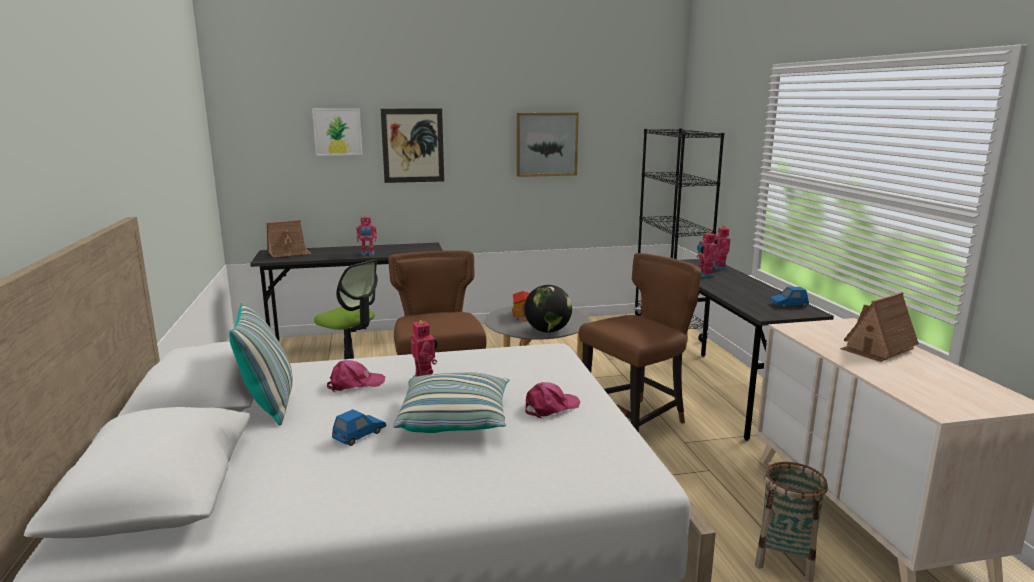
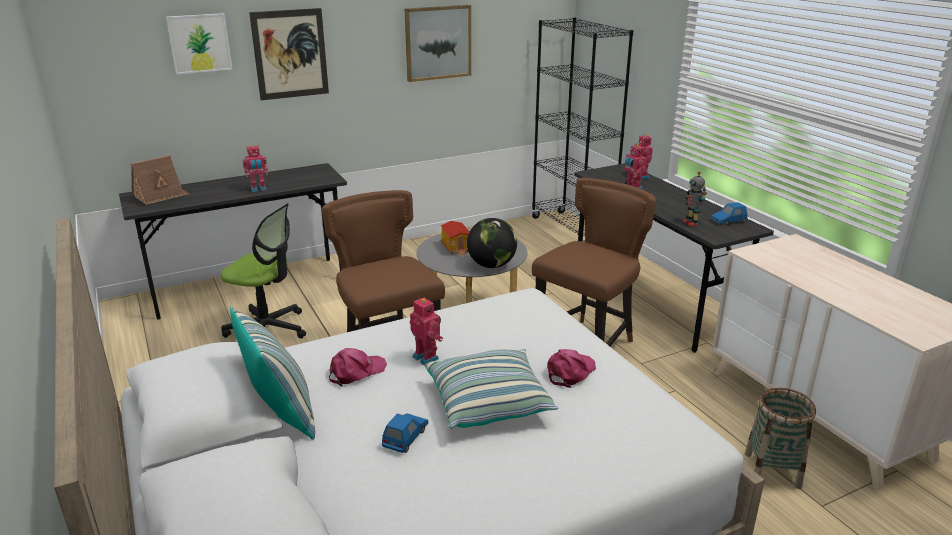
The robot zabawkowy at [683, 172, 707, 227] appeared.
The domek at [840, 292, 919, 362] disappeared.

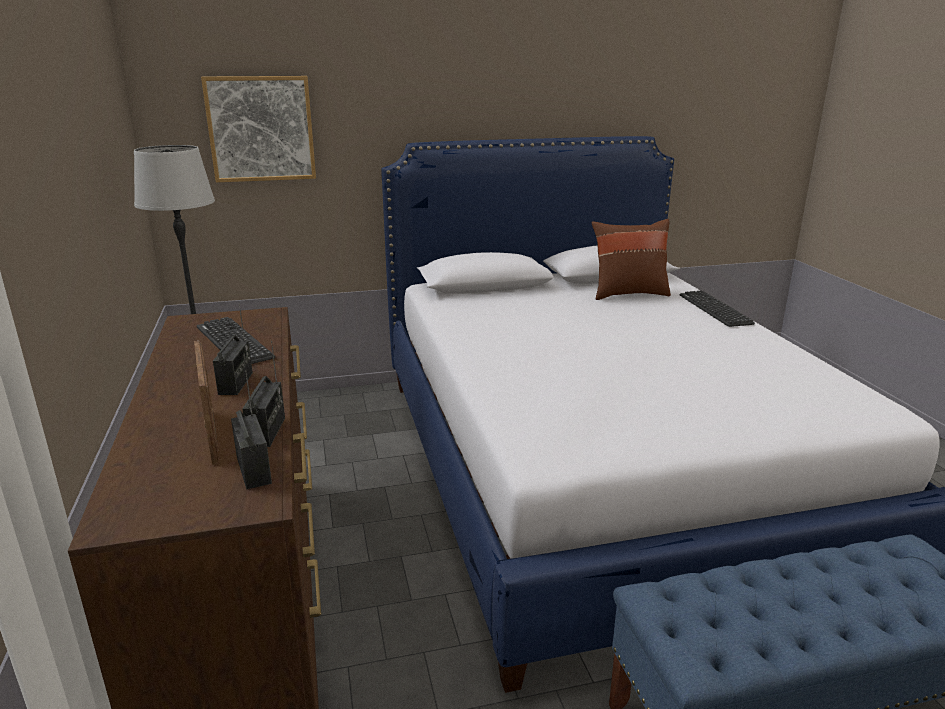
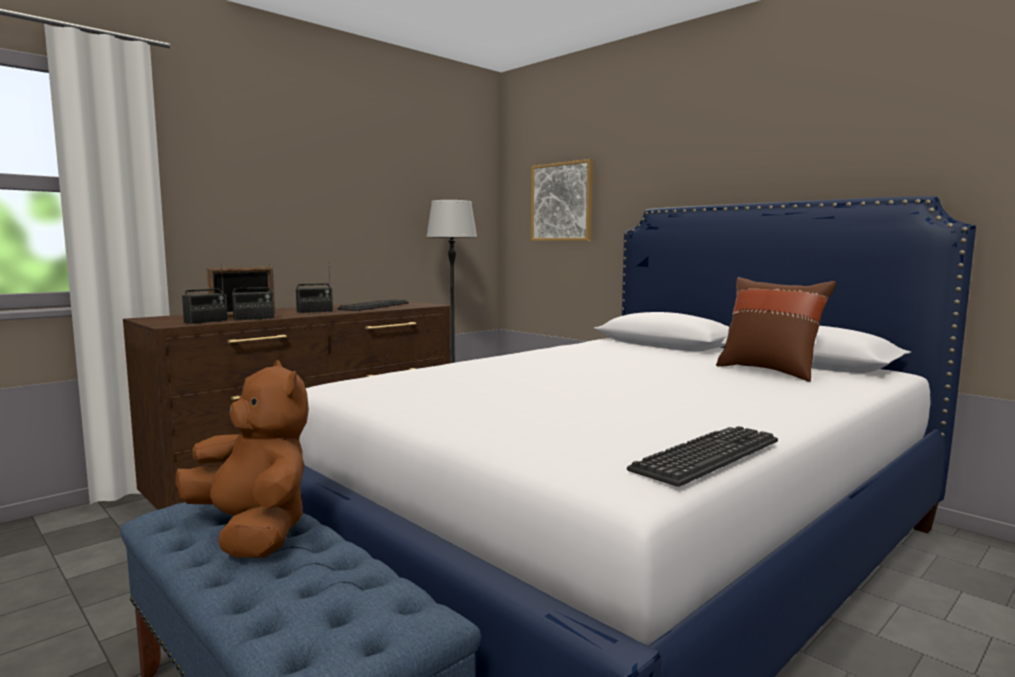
The pluszak (brązowy) at [176, 360, 309, 558] appeared.
The klawiatura moved from [679, 291, 755, 327] to [627, 426, 778, 487].

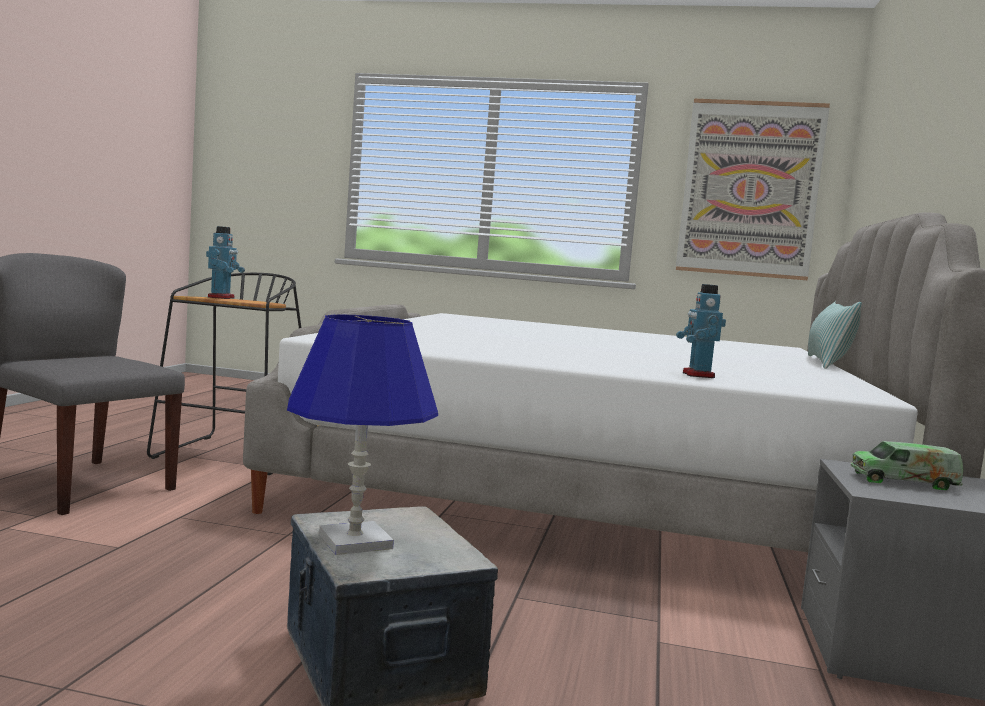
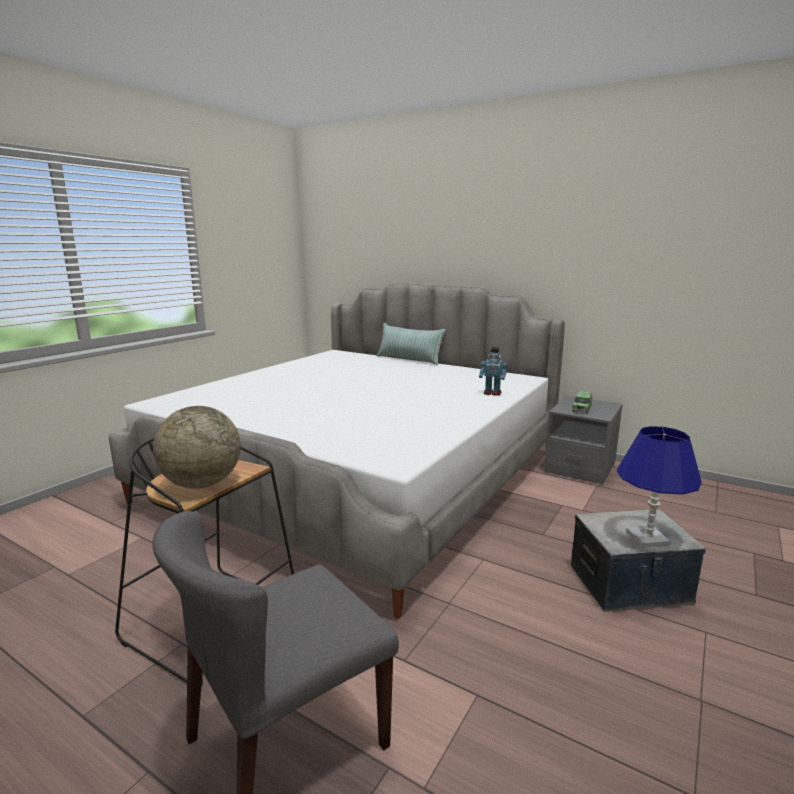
The robot zabawkowy at [206, 226, 245, 299] was replaced by the globus at [153, 406, 241, 489].
The obraz at [676, 99, 830, 280] disappeared.

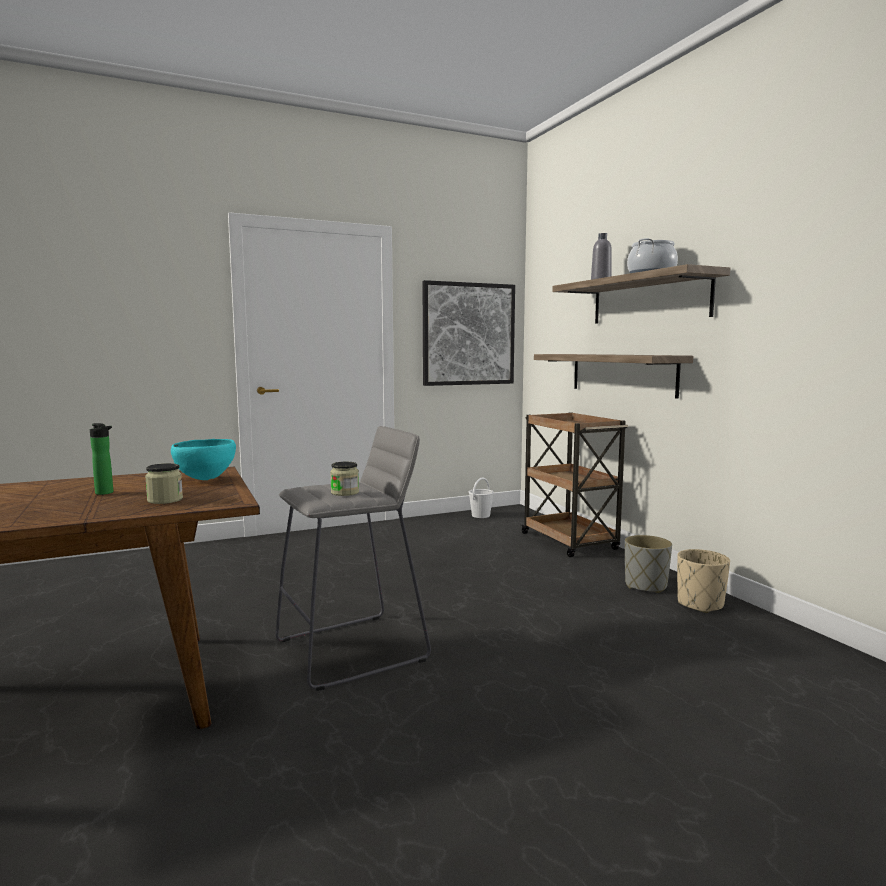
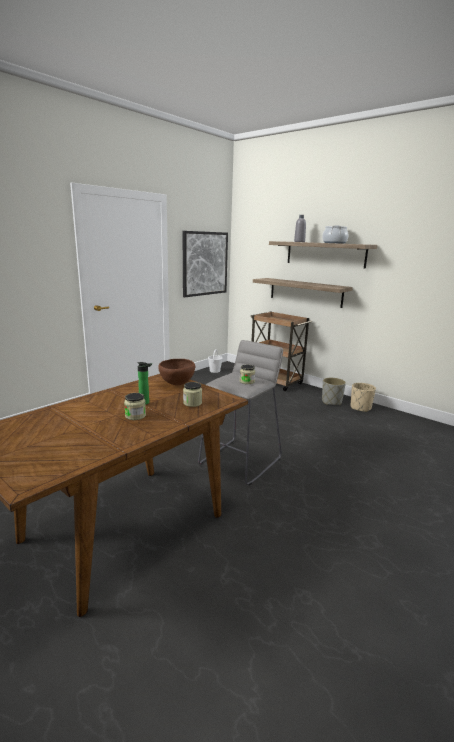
The słoik at [124, 393, 146, 420] appeared.
The miska (turkusowy) at [171, 439, 236, 480] became the miska (brązowy) at [158, 359, 195, 385].

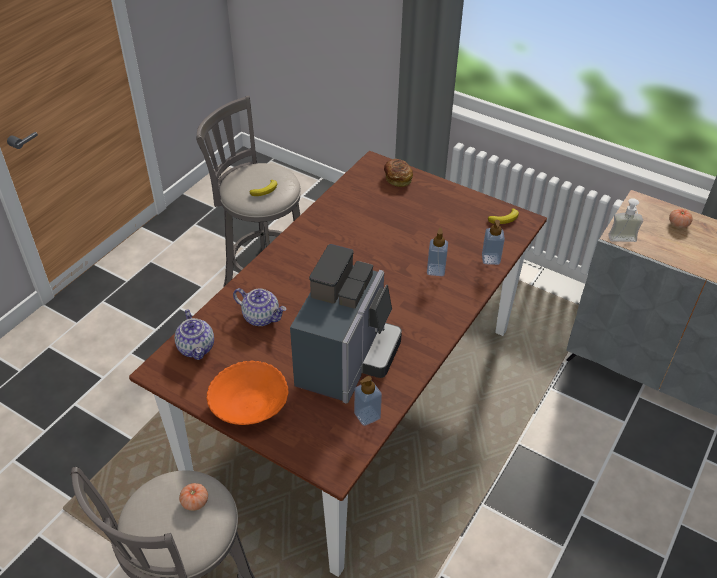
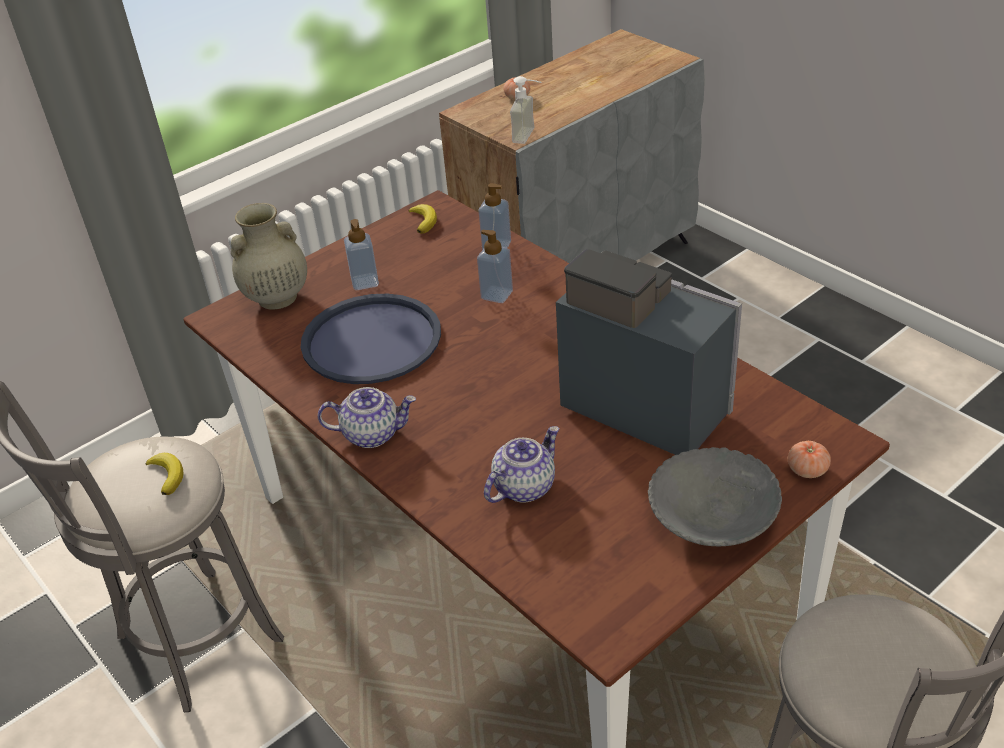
The chleb at [384, 159, 413, 187] was replaced by the wazon (beżowy) at [231, 203, 307, 310].
The taca (niebieski) at [301, 294, 441, 384] appeared.
The imbryk moved from [175, 309, 214, 360] to [318, 387, 416, 448].
The dozownik mydła moved from [354, 376, 382, 426] to [344, 219, 379, 290].
The miska (pomarańczowy) at [206, 360, 289, 425] became the miska (szary) at [648, 447, 782, 546].
The pomidor moved from [179, 483, 208, 511] to [788, 441, 831, 478].

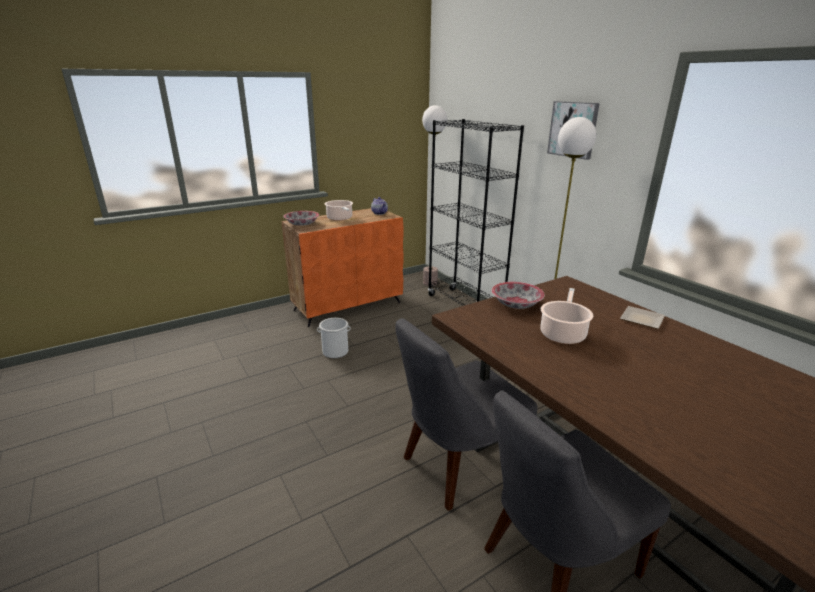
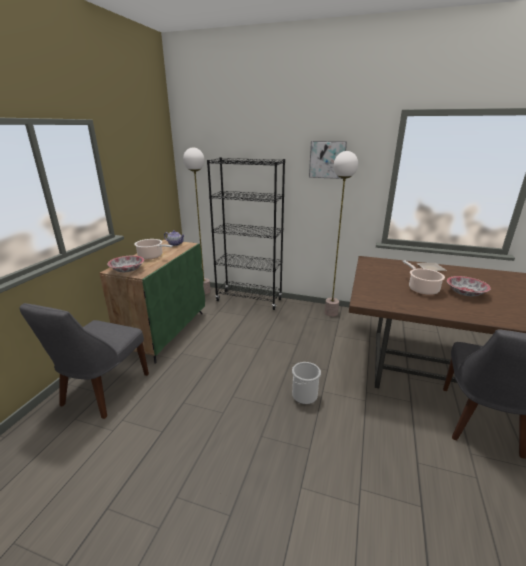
The krzesło (szary) moved from [395, 318, 538, 511] to [20, 303, 149, 419].
The szafka (pomarańczowy) at [282, 208, 403, 327] became the szafka (zielony) at [100, 240, 205, 364].
The wiadro moved from [317, 318, 351, 358] to [292, 362, 321, 404].
The miska moved from [491, 282, 545, 309] to [447, 276, 491, 296].

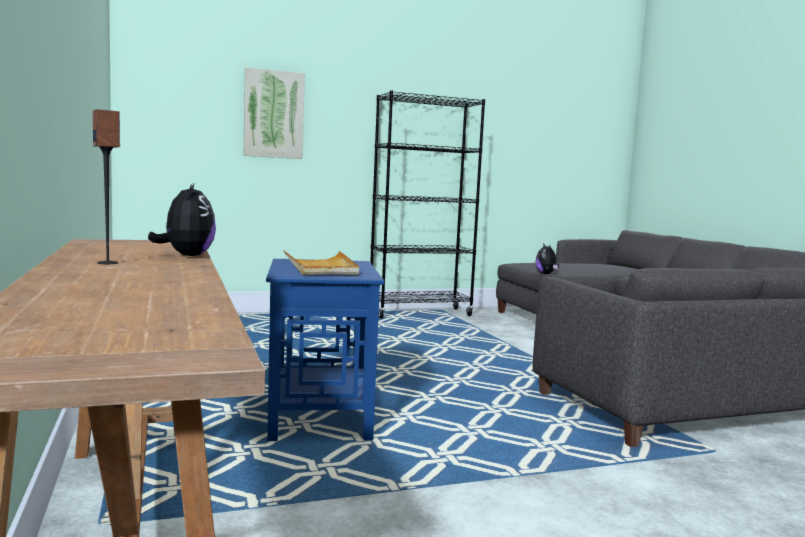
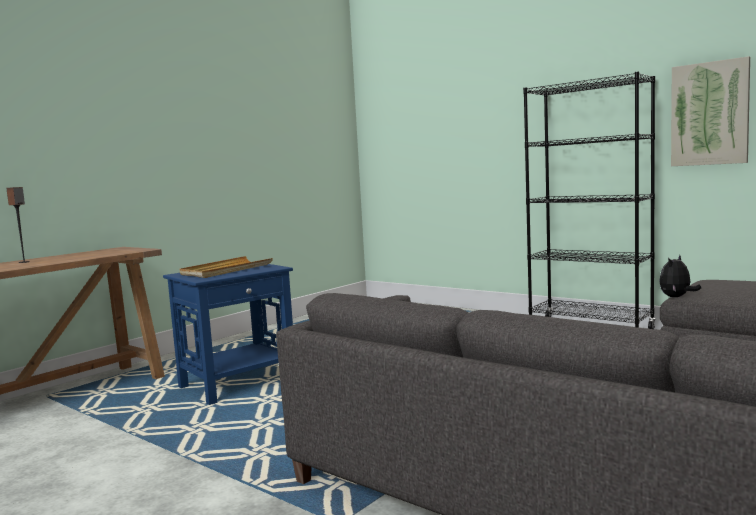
The obraz moved from [244, 67, 305, 159] to [671, 56, 750, 166].
The pluszak at [148, 184, 216, 256] disappeared.

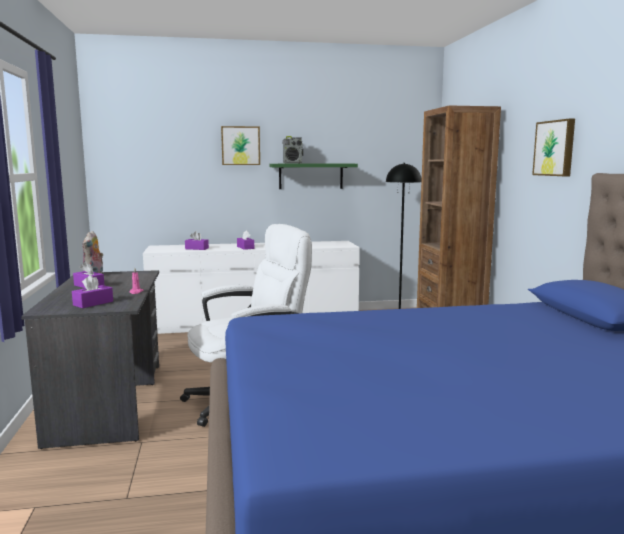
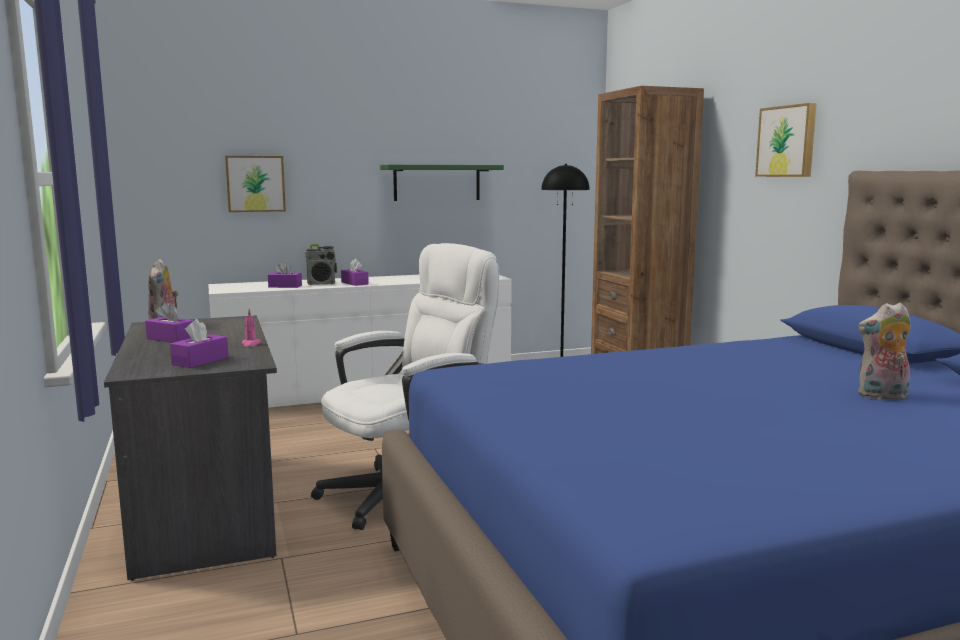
The obraz moved from [221, 126, 260, 165] to [225, 156, 286, 212].
The radio moved from [283, 136, 303, 163] to [305, 244, 337, 285].
The pluszak at [858, 303, 912, 401] appeared.

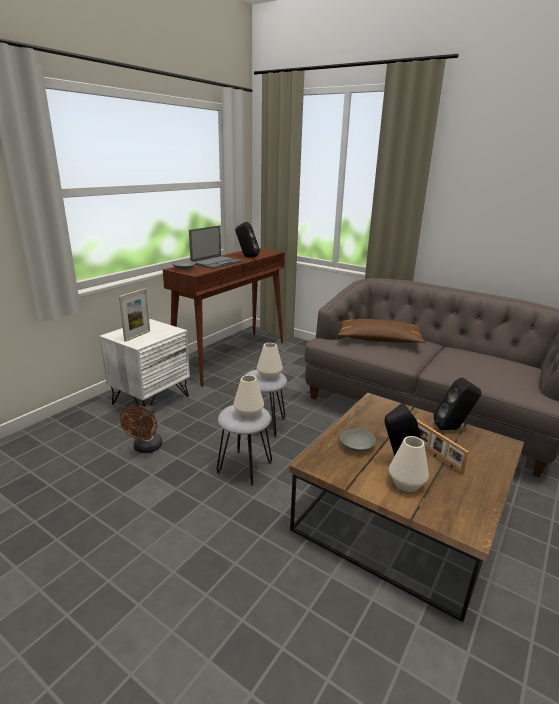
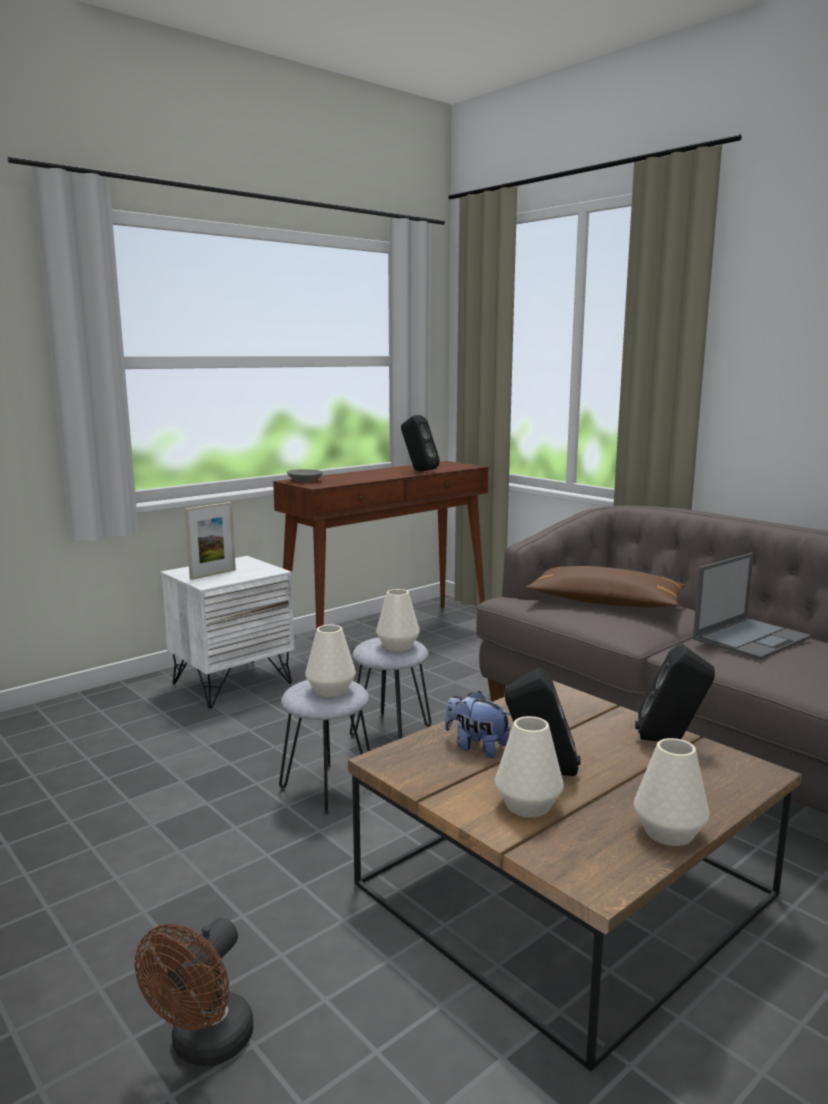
The wentylator (brązowy) moved from [120, 405, 163, 453] to [135, 918, 253, 1066].
The miska (szary) at [340, 429, 376, 452] was replaced by the pluszak at [445, 691, 511, 758].
The wazon (biały) at [634, 738, 709, 846] appeared.
The laptop moved from [189, 226, 243, 269] to [693, 553, 811, 660].
The ramka na zdjęcie at [416, 419, 469, 475] disappeared.

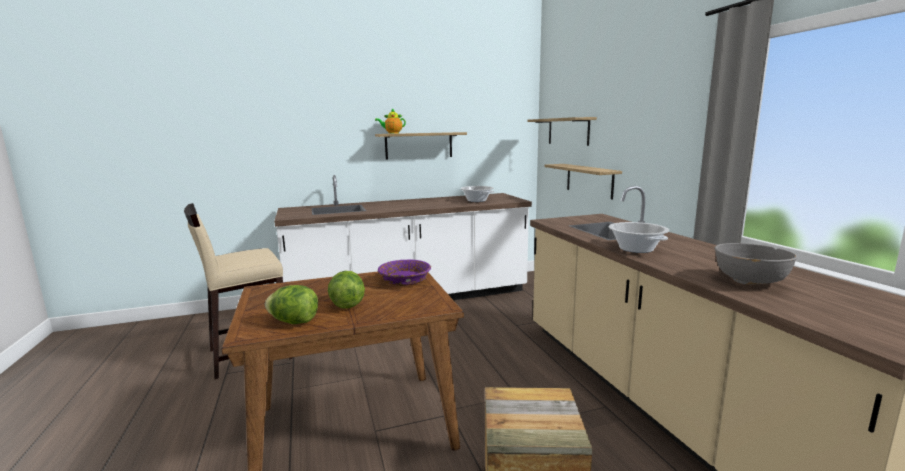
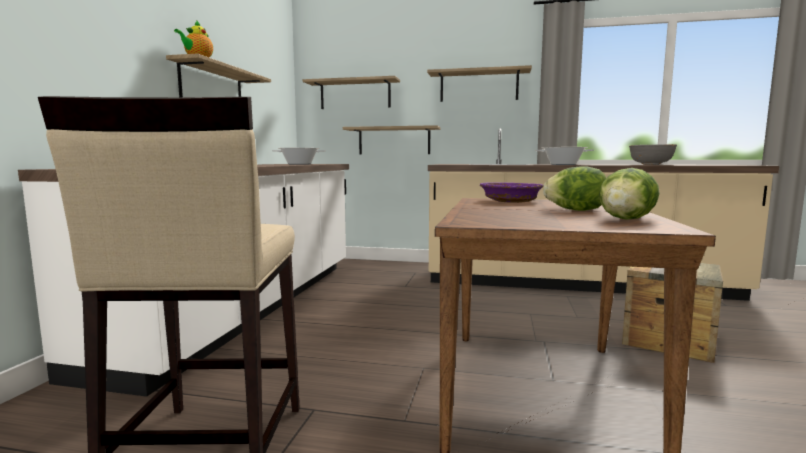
The półka at [427, 65, 532, 102] appeared.

